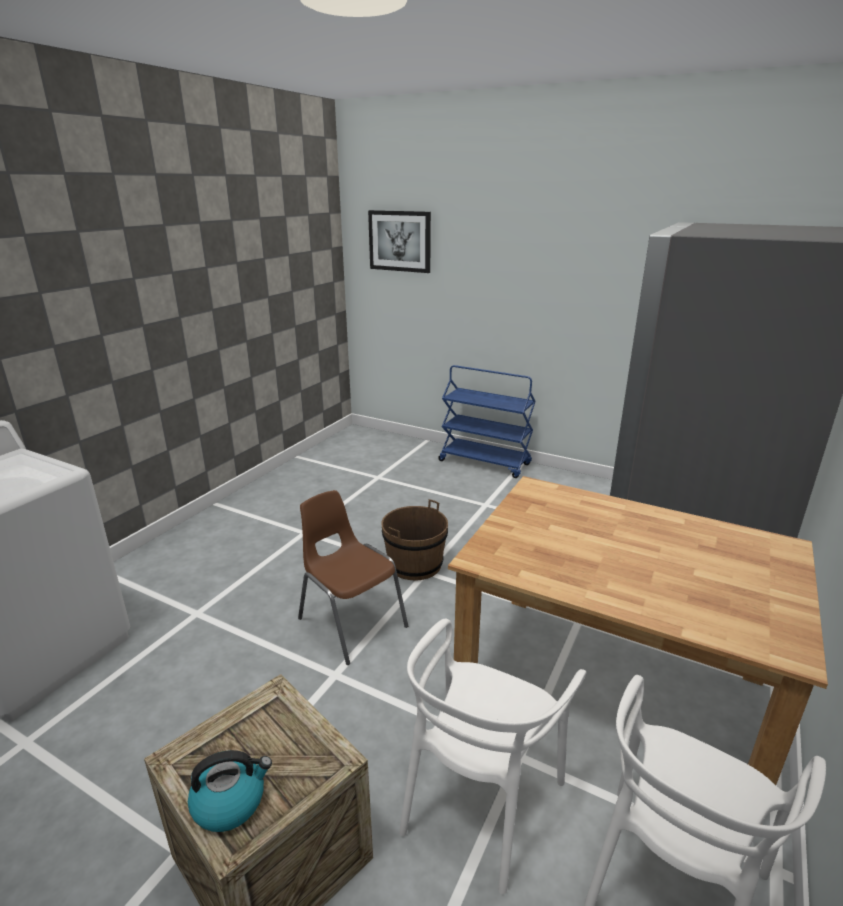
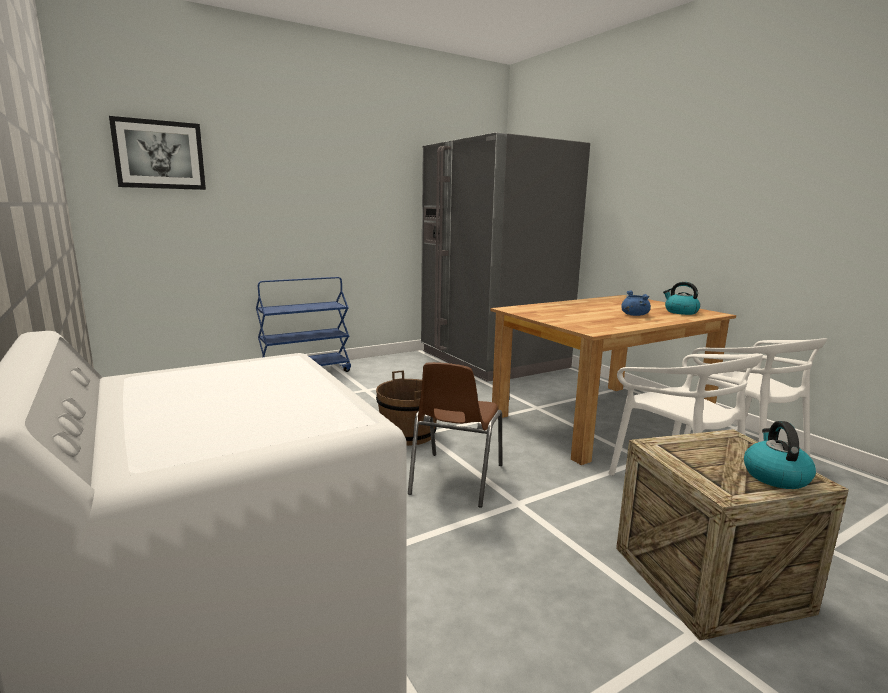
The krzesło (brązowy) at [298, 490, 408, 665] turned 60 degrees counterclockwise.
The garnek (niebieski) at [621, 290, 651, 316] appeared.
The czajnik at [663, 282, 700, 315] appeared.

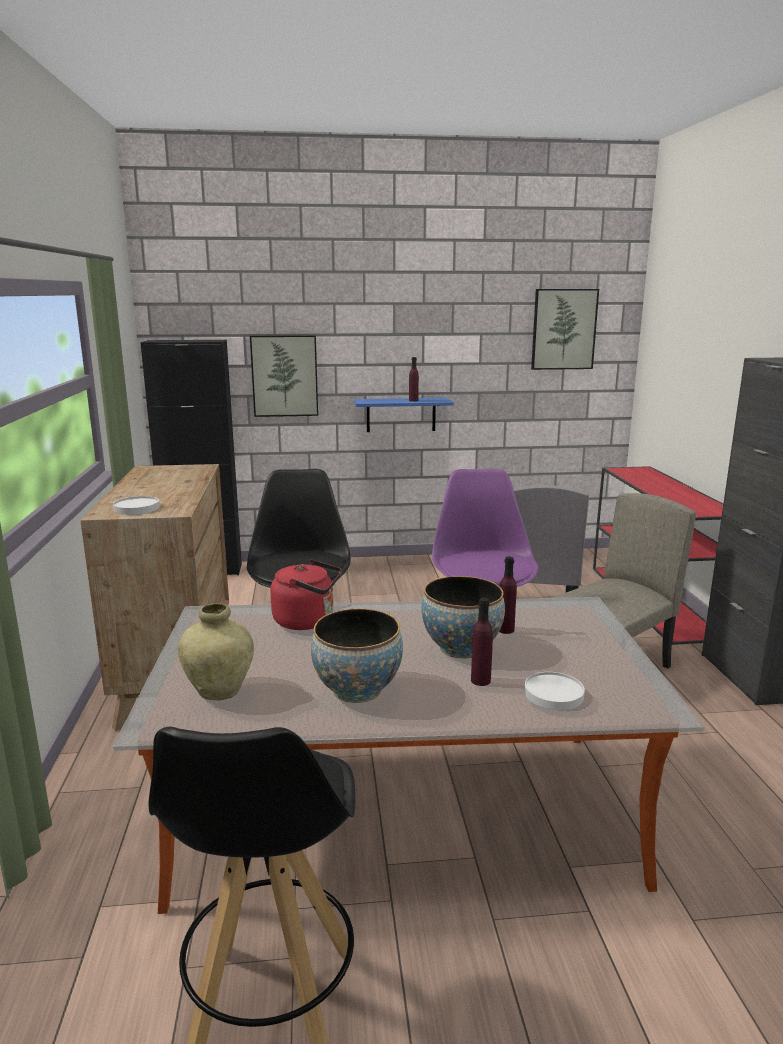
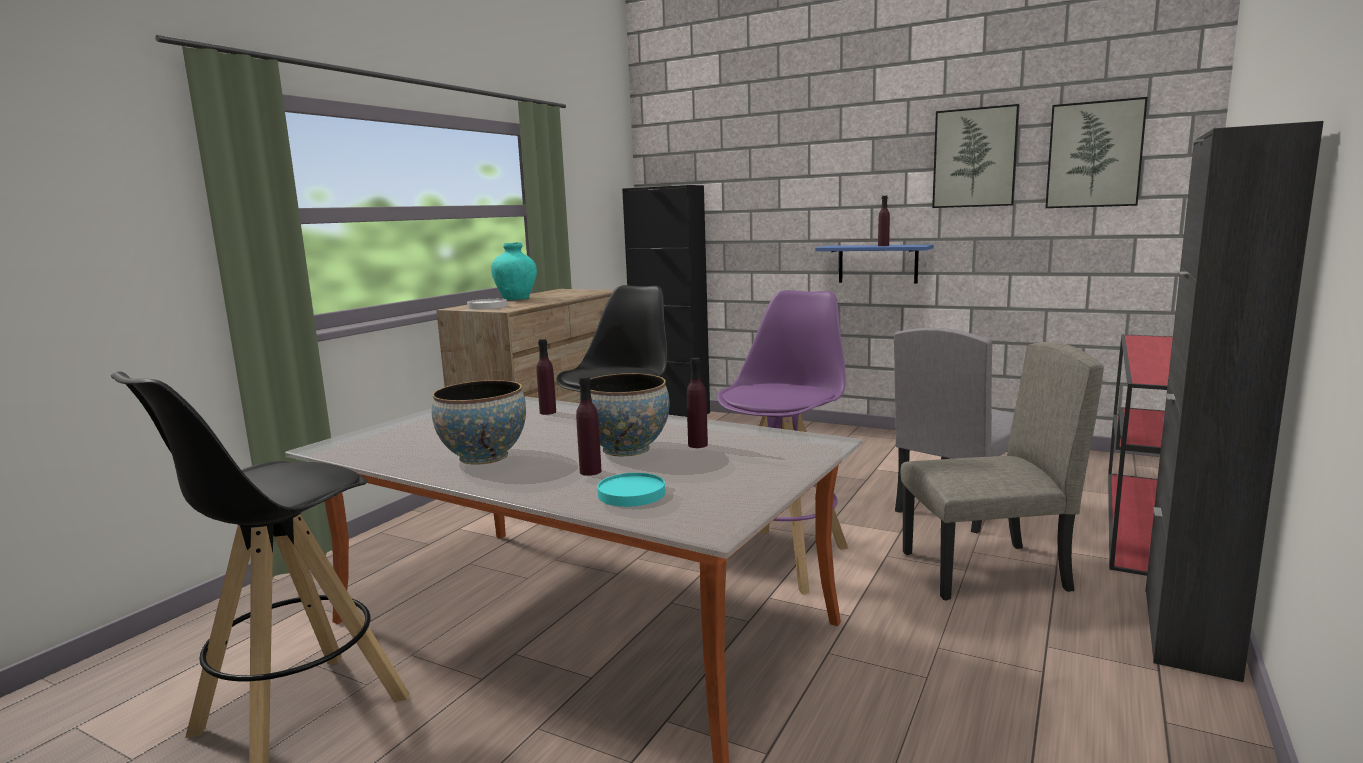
The wazon (turkusowy) at [491, 242, 537, 300] appeared.
The czajnik (czerwony) at [270, 559, 342, 630] was replaced by the butelka (fioletowy) at [536, 339, 556, 415].
The talerz (biały) at [524, 672, 585, 710] became the talerz (turkusowy) at [597, 473, 665, 507].
The obraz moved from [250, 335, 318, 417] to [932, 104, 1020, 208].
The wazon (beżowy) at [178, 603, 254, 700] disappeared.

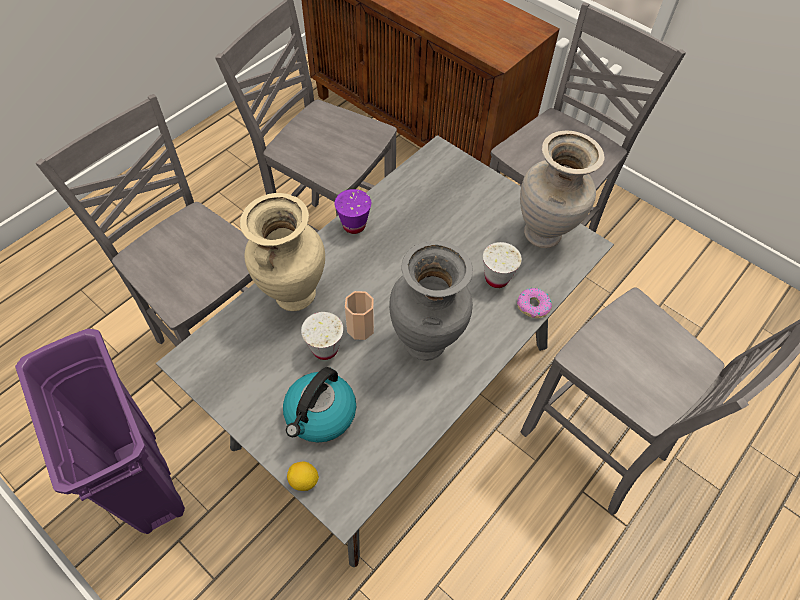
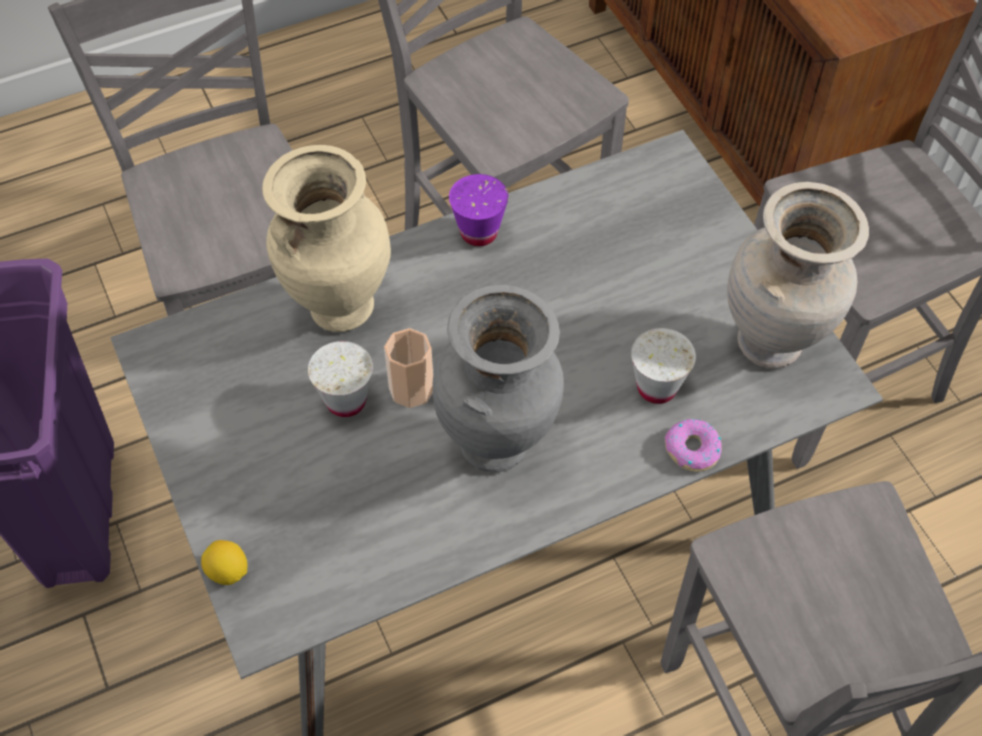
The czajnik at [283, 367, 356, 443] disappeared.

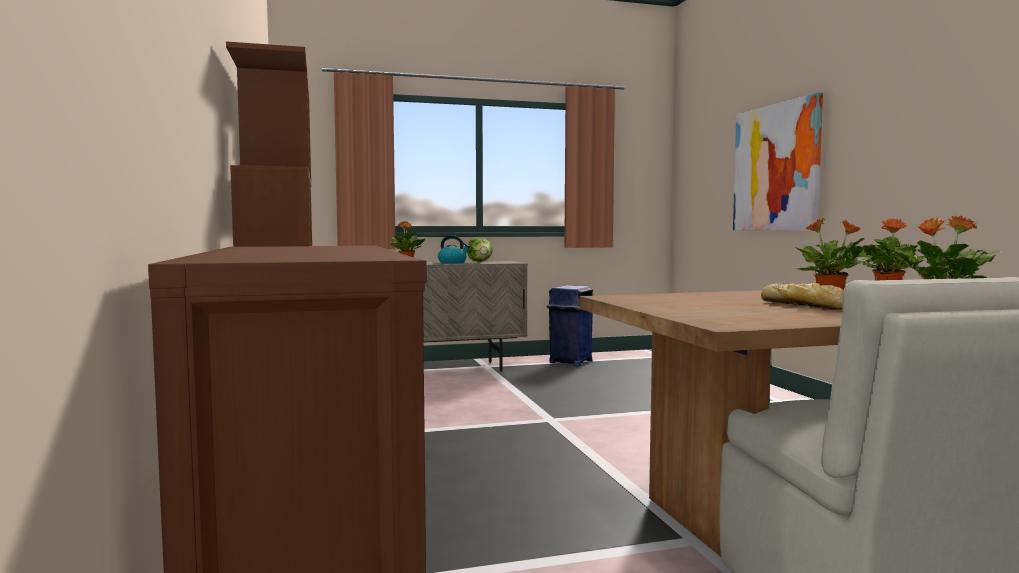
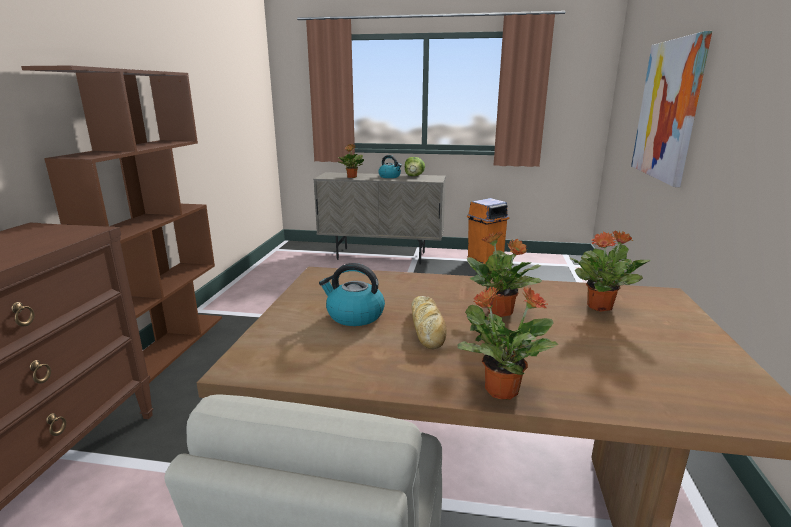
The czajnik at [319, 263, 385, 326] appeared.
The kosz na śmieci (niebieski) at [547, 285, 593, 366] became the kosz na śmieci (pomarańczowy) at [467, 198, 509, 264].

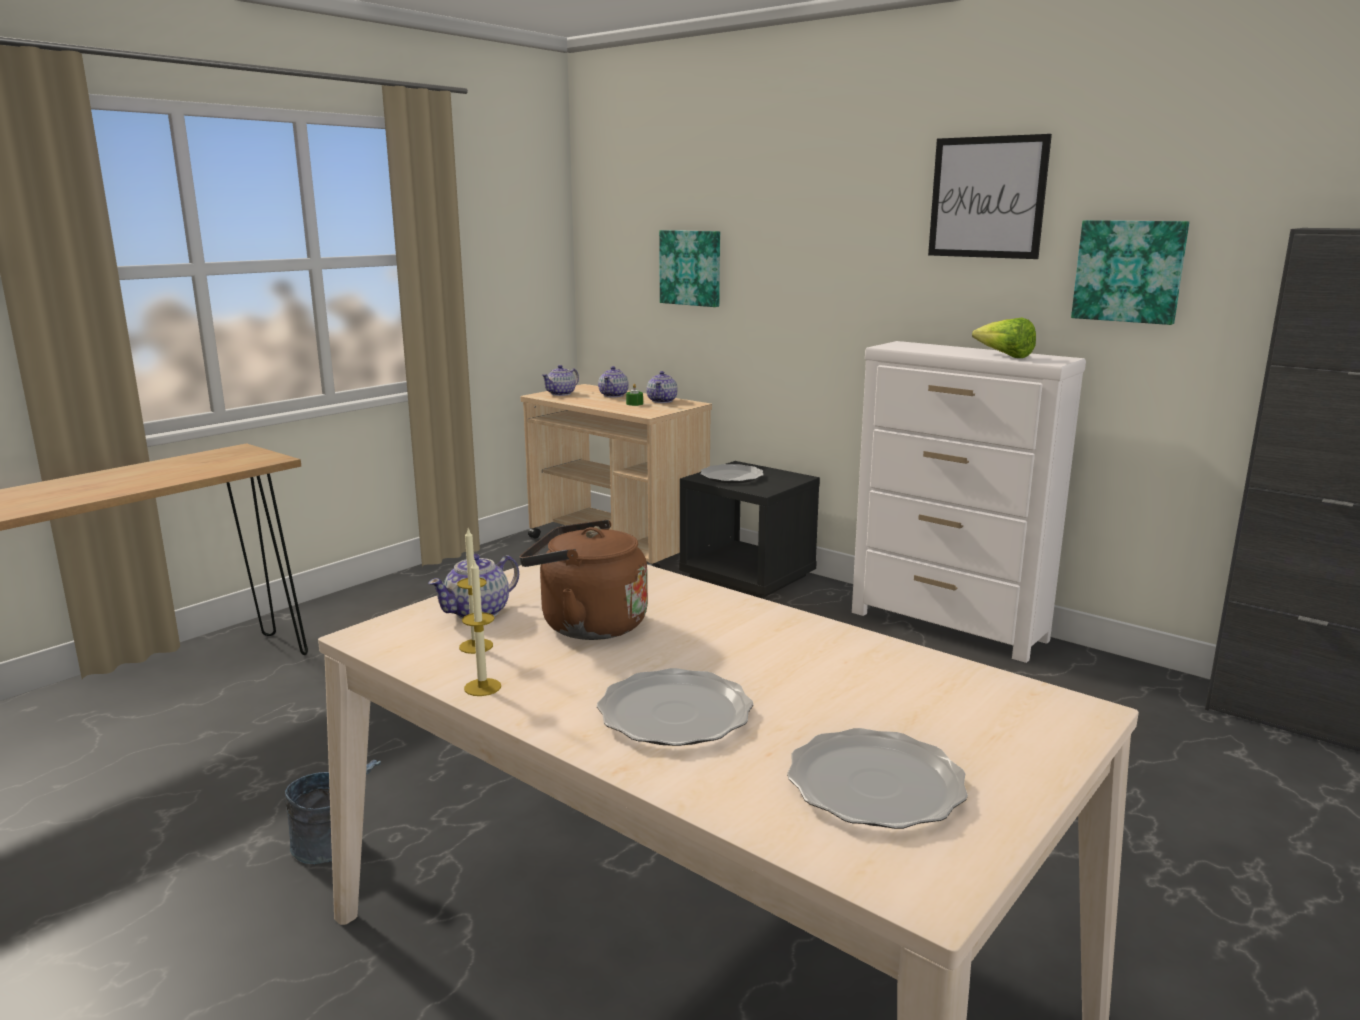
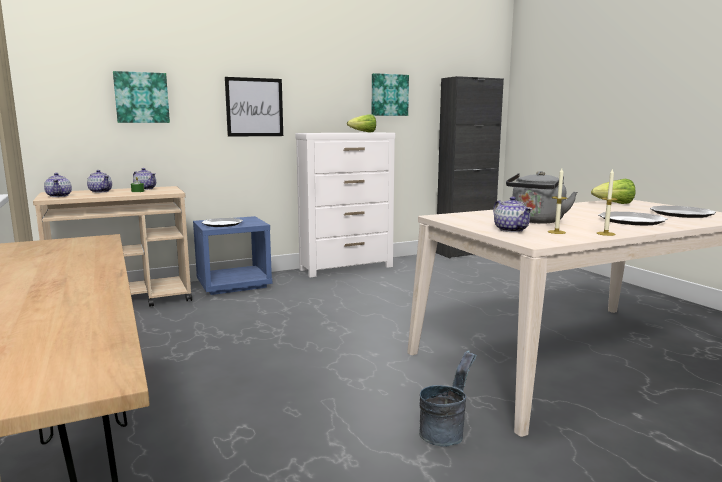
The szafka nocna (czarny) at [679, 461, 820, 598] became the szafka nocna (niebieski) at [193, 216, 272, 295].
The obraz moved from [928, 134, 1052, 259] to [225, 77, 283, 137].
The czajnik (brązowy) at [520, 520, 648, 640] became the czajnik (szary) at [506, 171, 577, 224].
The sałata at [591, 179, 635, 204] appeared.

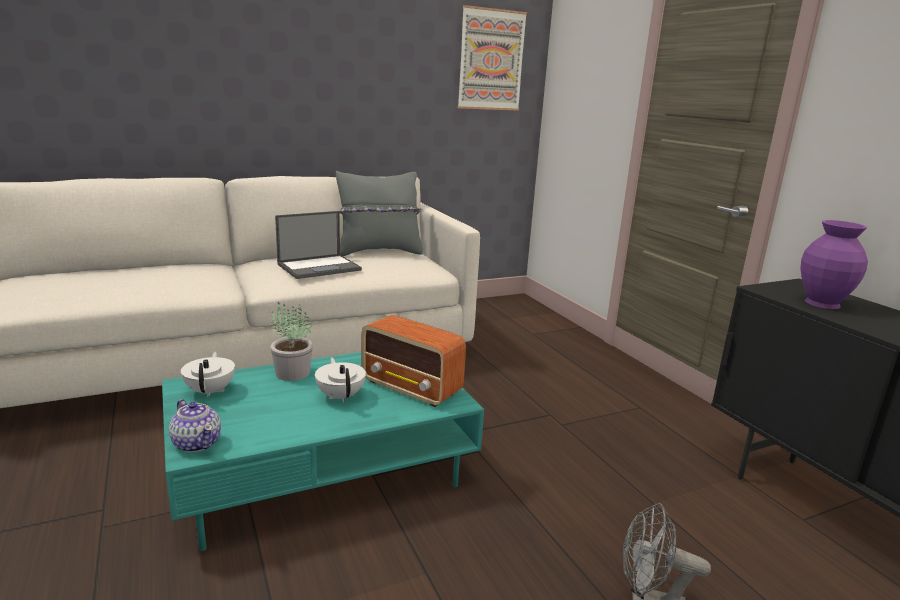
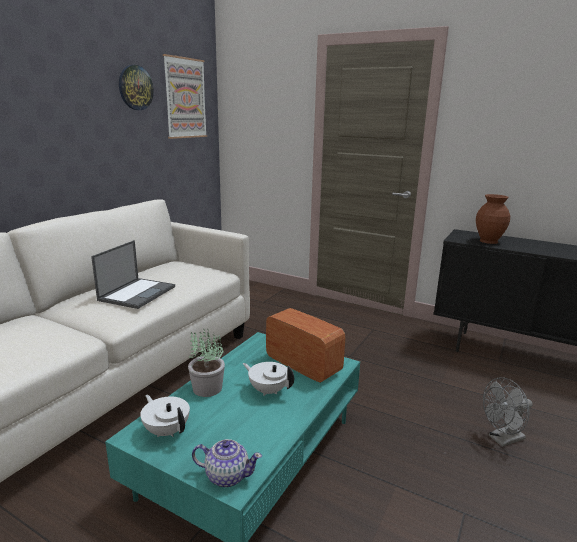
The zegar ścienny at [119, 65, 154, 110] appeared.
The radio at [361, 315, 466, 407] turned 135 degrees counterclockwise.
The wazon (fioletowy) at [800, 220, 868, 309] became the wazon (brązowy) at [476, 194, 510, 244].
The poduszka (szary) at [336, 171, 423, 256] disappeared.

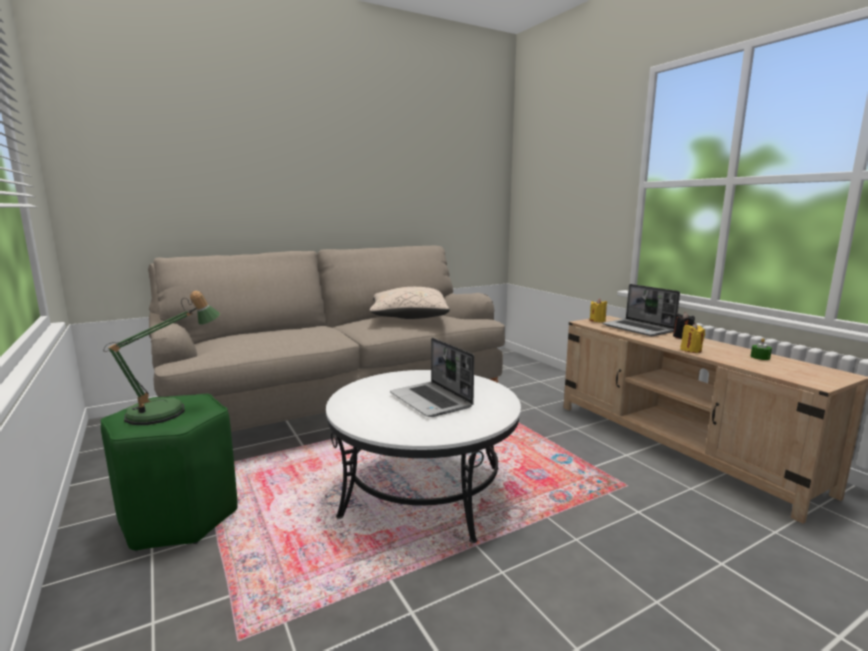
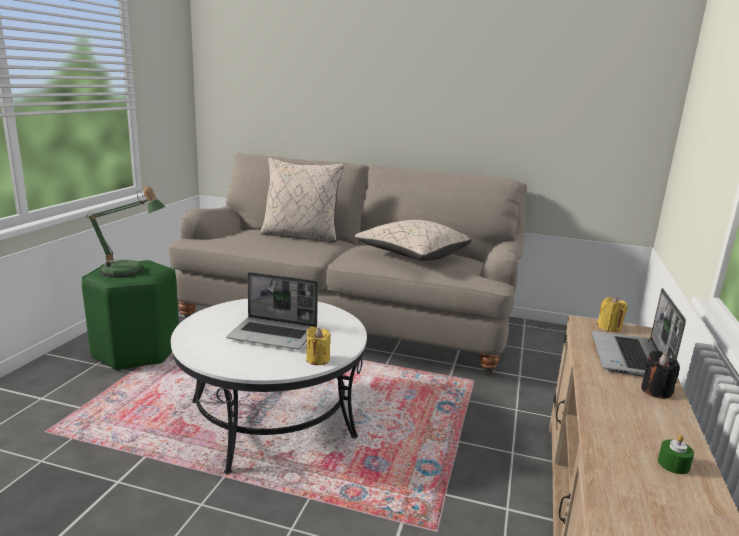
The laptop at [390, 338, 474, 417] turned 90 degrees counterclockwise.
The poduszka (beżowy) at [261, 158, 344, 242] appeared.
The świeca (żółty) moved from [680, 323, 705, 353] to [306, 327, 331, 365].

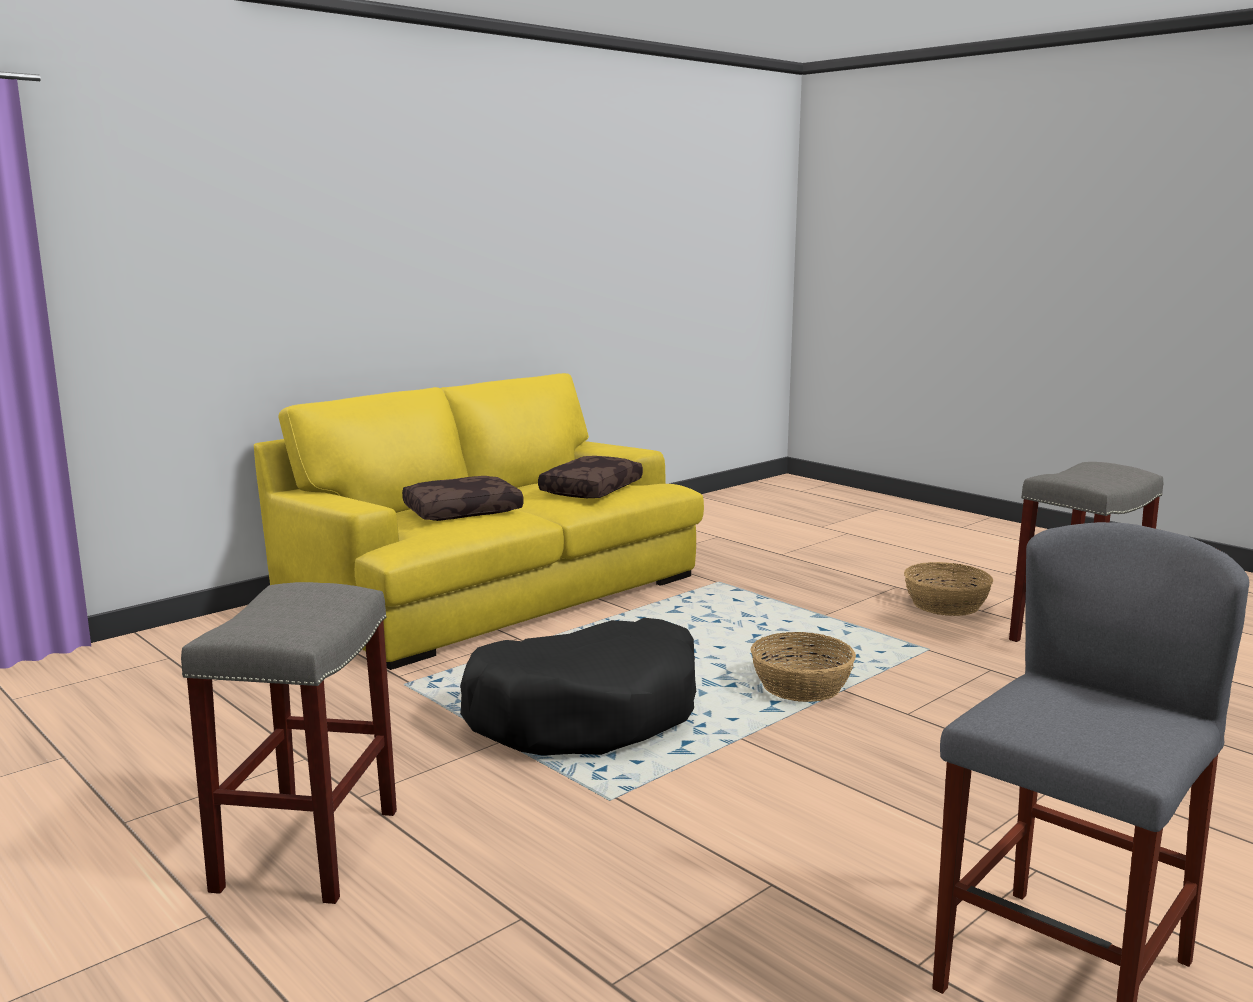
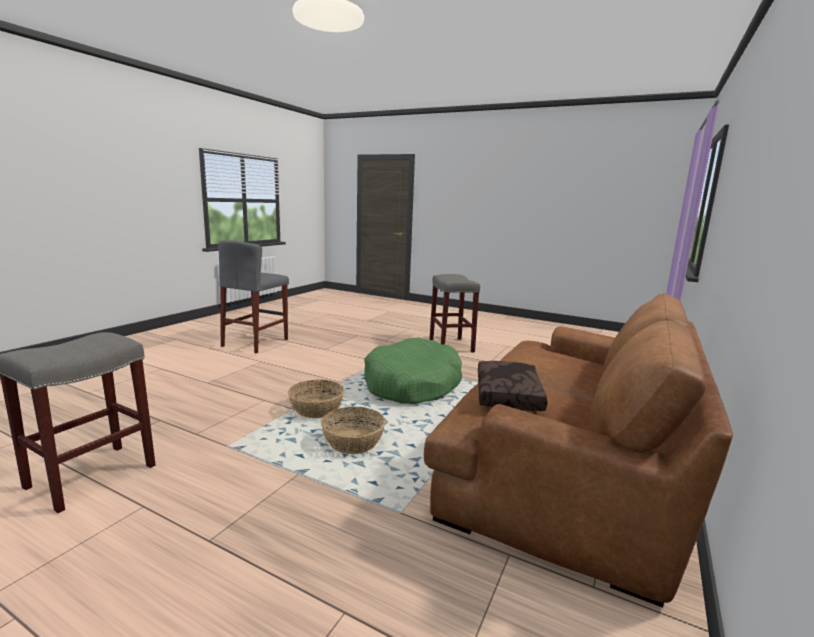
The koszyk moved from [904, 562, 993, 616] to [321, 407, 386, 454].
The legowisko (czarny) at [460, 618, 696, 756] became the legowisko (zielony) at [364, 337, 462, 404].
The kanapa (żółty) at [254, 373, 704, 670] became the kanapa (brązowy) at [424, 293, 733, 608].
The poduszka (brązowy) at [402, 476, 524, 521] disappeared.

